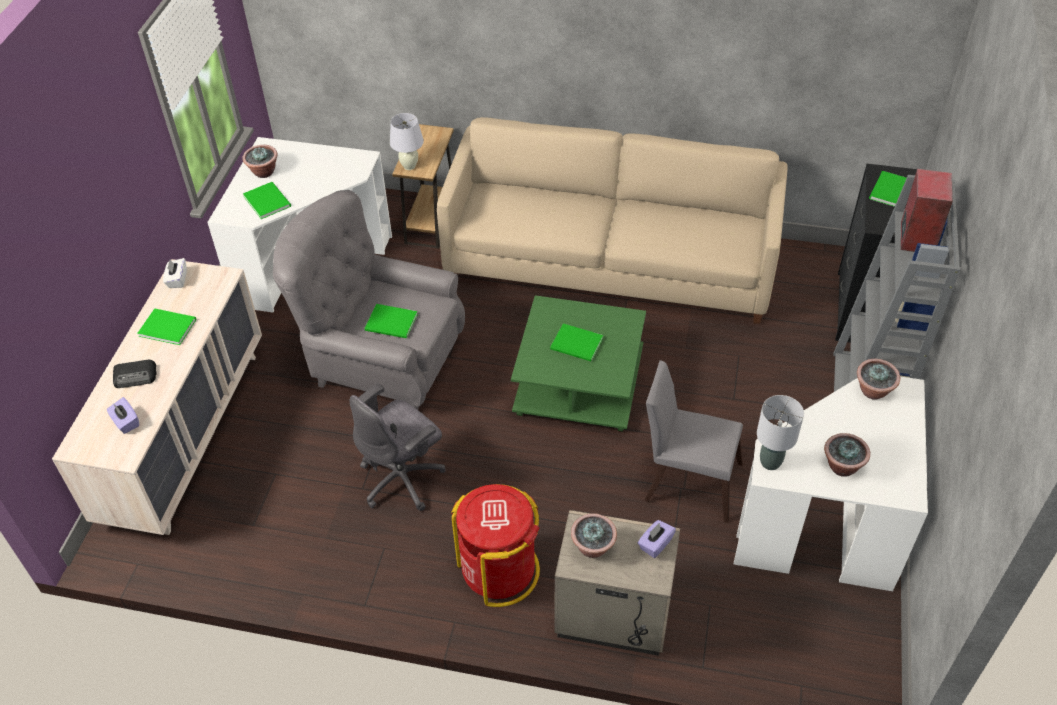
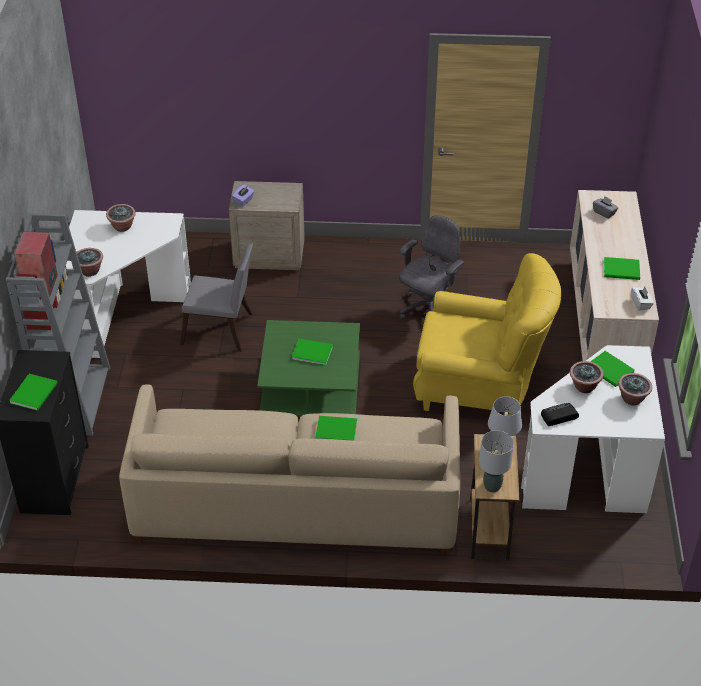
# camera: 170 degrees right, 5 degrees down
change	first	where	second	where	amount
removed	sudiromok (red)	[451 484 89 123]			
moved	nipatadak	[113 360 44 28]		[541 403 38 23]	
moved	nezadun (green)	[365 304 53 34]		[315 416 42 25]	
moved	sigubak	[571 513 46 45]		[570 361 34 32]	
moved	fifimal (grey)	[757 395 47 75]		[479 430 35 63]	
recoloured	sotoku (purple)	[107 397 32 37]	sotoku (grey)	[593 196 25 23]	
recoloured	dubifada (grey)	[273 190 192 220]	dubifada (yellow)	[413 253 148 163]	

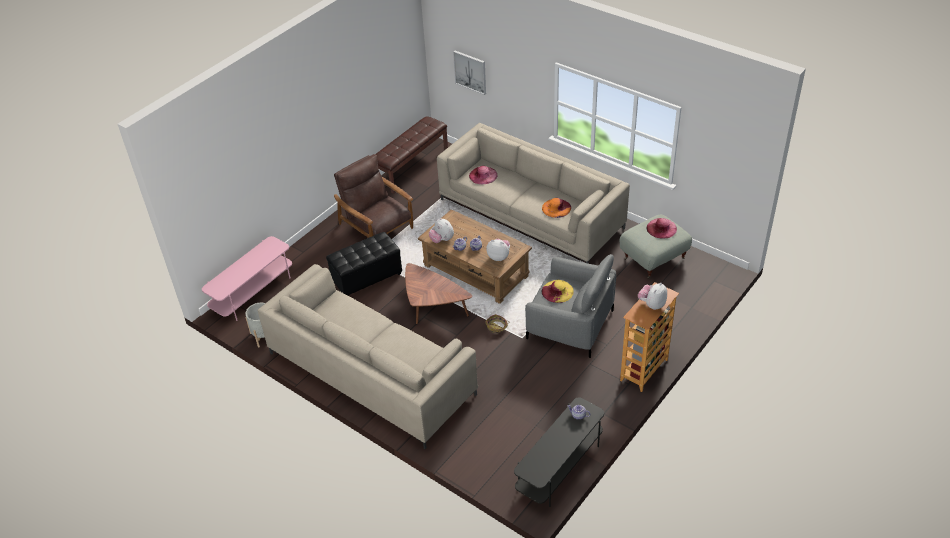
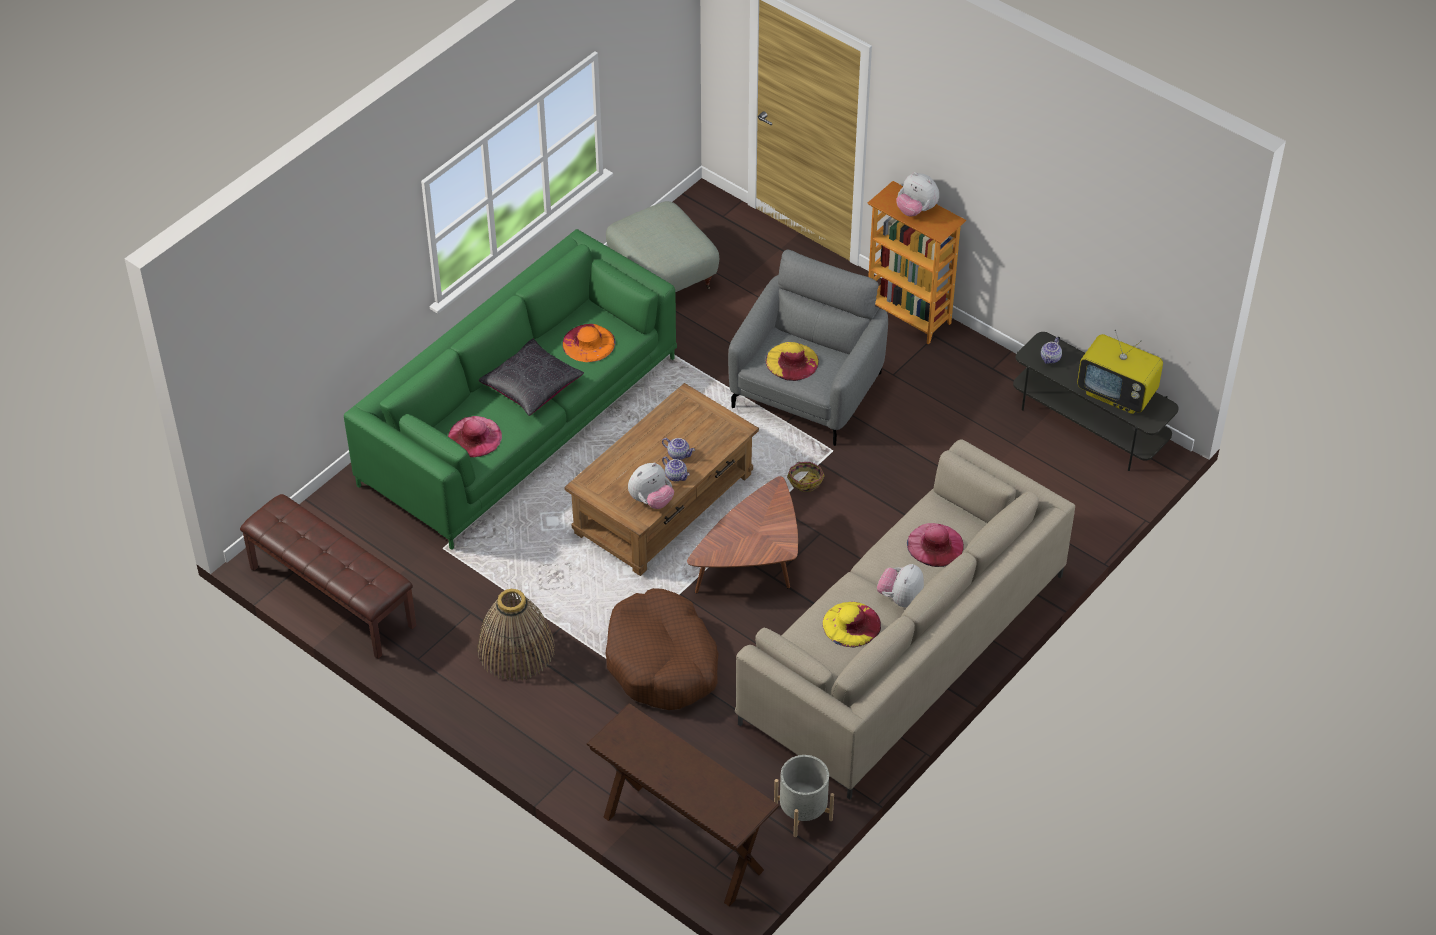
# camera: 90 degrees left, 5 degrees up
change	first	where	second	where	amount
removed	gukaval	[453 51 33 44]			
added			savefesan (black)	[479 339 105 77]	
added			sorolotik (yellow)	[822 602 59 46]	
added			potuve	[1077 329 86 85]	
moved	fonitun	[486 239 24 22]		[877 564 47 44]	
moved	sorolotik (pink)	[646 218 31 21]		[907 523 57 44]	
replaced	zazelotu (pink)	[202 236 90 85]	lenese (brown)	[586 703 193 204]	
replaced	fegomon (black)	[326 232 76 64]	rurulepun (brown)	[606 588 113 122]	
replaced	dubifada (brown)	[334 154 79 84]	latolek	[477 589 78 92]	
recoloured	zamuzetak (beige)	[437 123 193 140]	zamuzetak (green)	[344 229 333 321]	

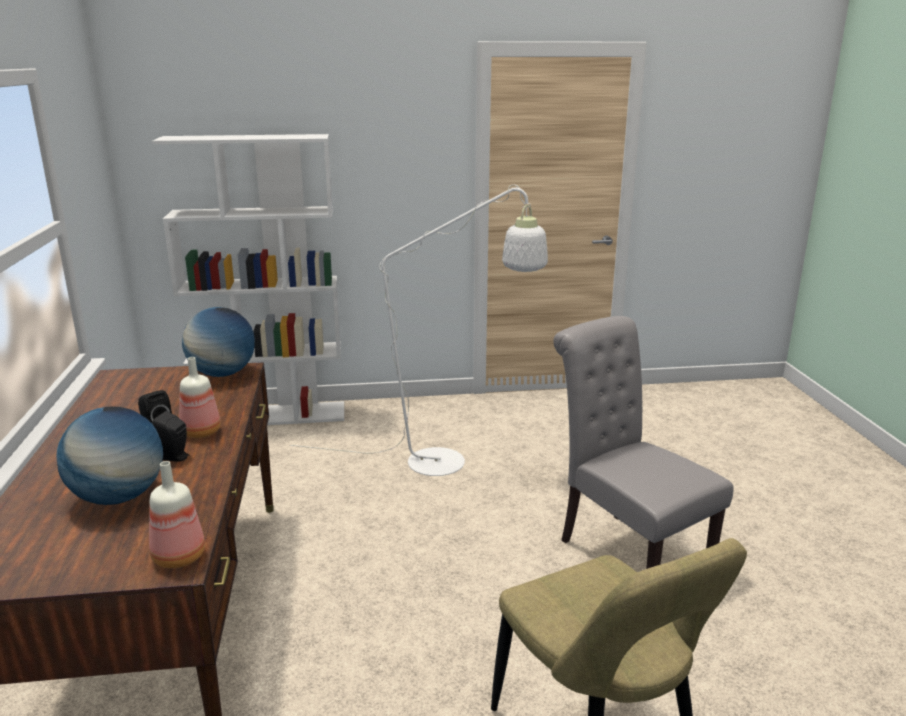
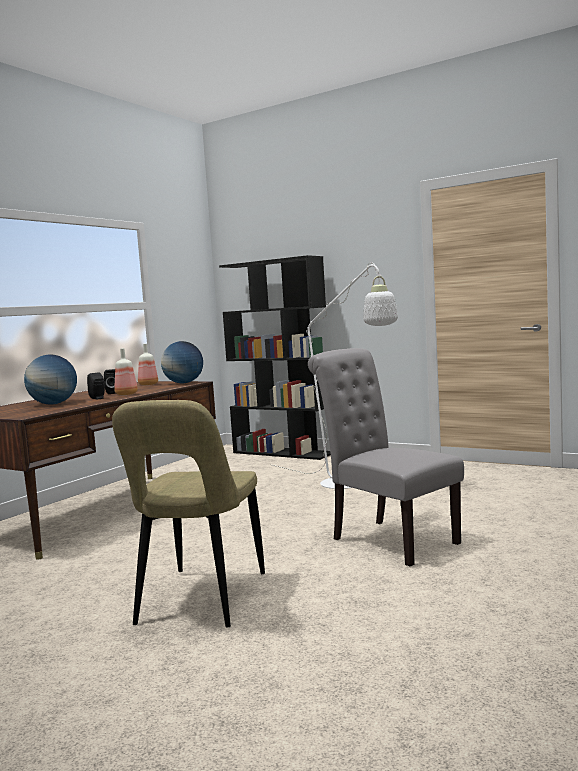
# camera: 40 degrees right, 15 degrees down
change	first	where	second	where	amount
moved	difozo	[149 461 56 107]		[138 344 20 41]	
recoloured	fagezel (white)	[152 134 192 291]	fagezel (black)	[219 255 112 205]	
turned	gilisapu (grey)	[553 316 181 253]		[308 348 156 218]	45 degrees counterclockwise

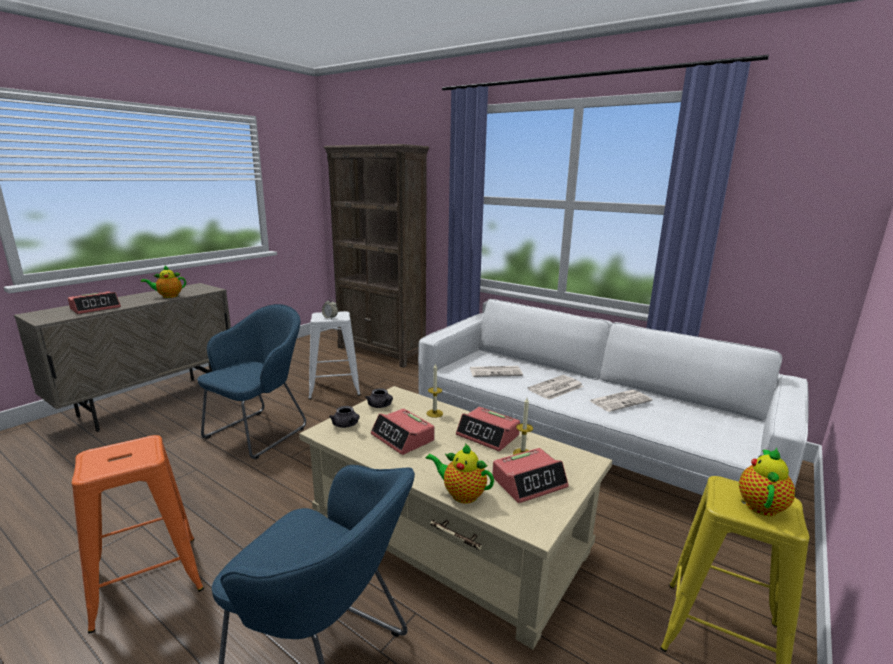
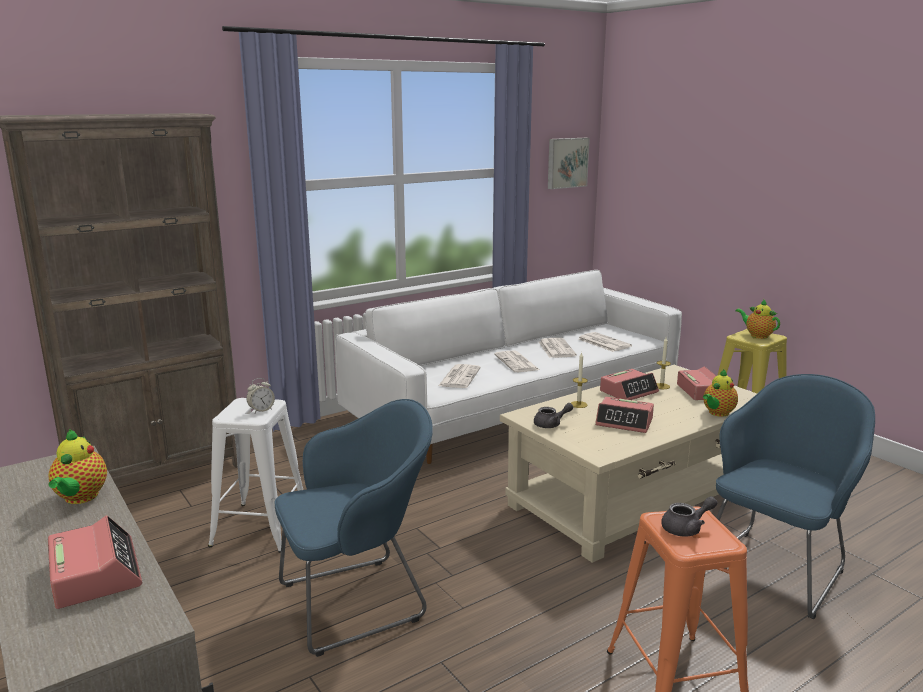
# camera: 70 degrees left, 0 degrees up
change	first	where	second	where	amount
added			gukaval	[548 138 42 51]	
added			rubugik	[578 332 54 20]	
moved	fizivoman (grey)	[329 406 31 22]		[661 496 56 41]	
turned	dubifada (blue)	[197 304 109 155]		[275 399 158 258]	105 degrees clockwise
turned	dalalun	[371 408 64 47]		[595 397 59 36]	45 degrees clockwise

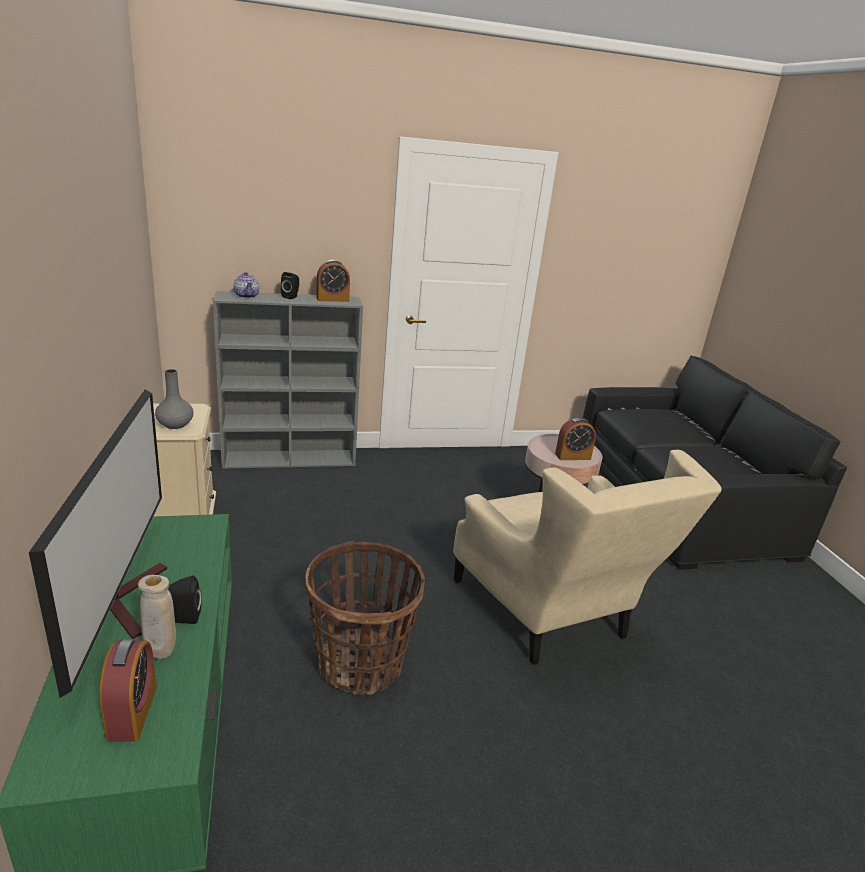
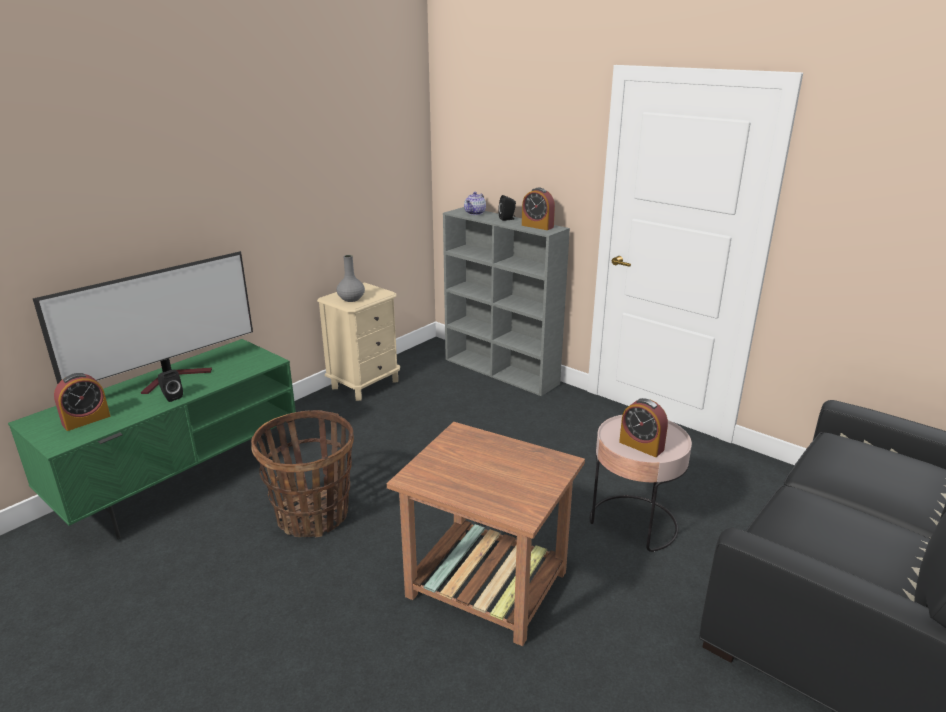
# camera: 55 degrees right, 0 degrees up
change	first	where	second	where	amount
removed	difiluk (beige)	[138 575 38 84]			
replaced	dubifada (beige)	[453 450 269 215]	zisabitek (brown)	[387 422 198 224]	

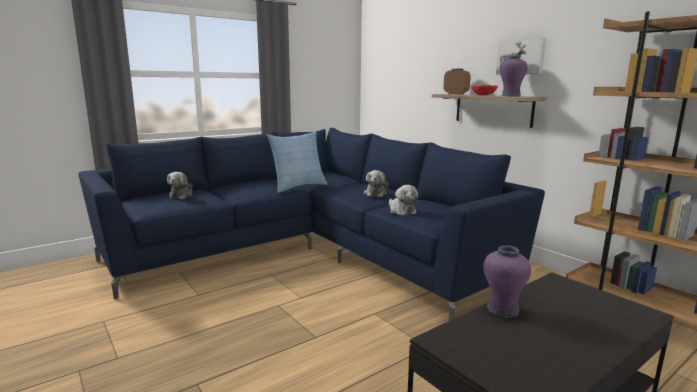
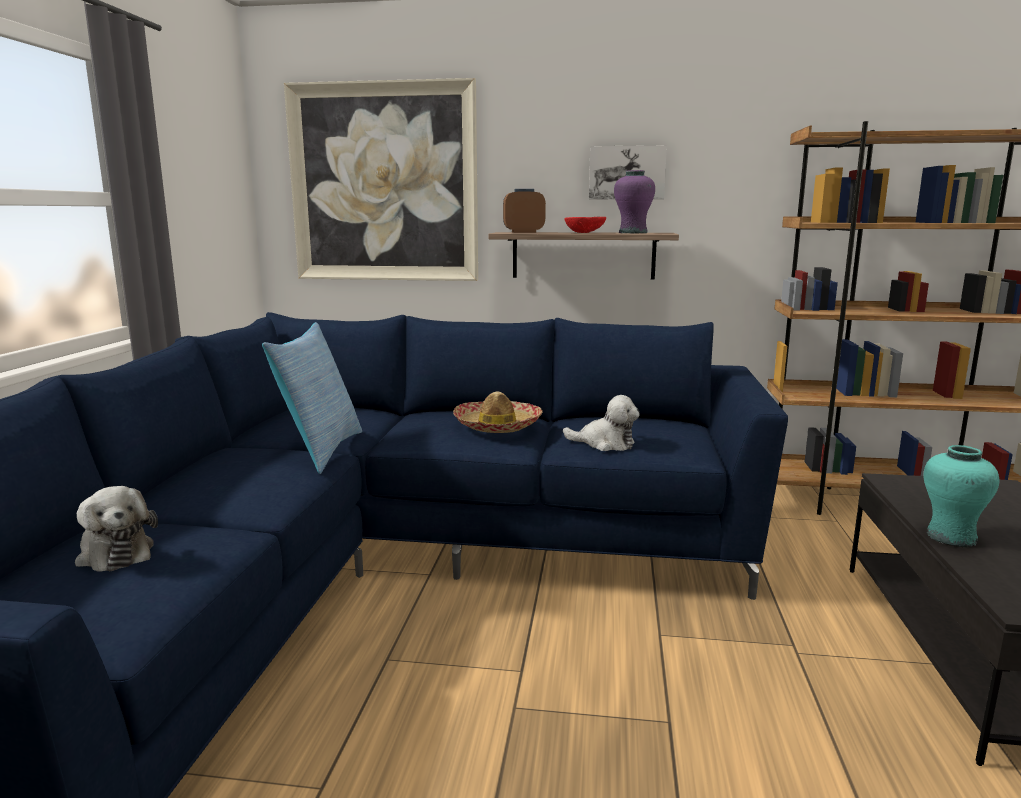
# camera: 45 degrees left, 0 degrees up
change	first	where	second	where	amount
added			gukaval	[284 78 194 203]	
replaced	fonitun	[364 170 25 27]	sorolotik	[453 391 90 42]	
recoloured	difiluk (purple)	[483 245 48 73]	difiluk (turquoise)	[924 445 75 102]	

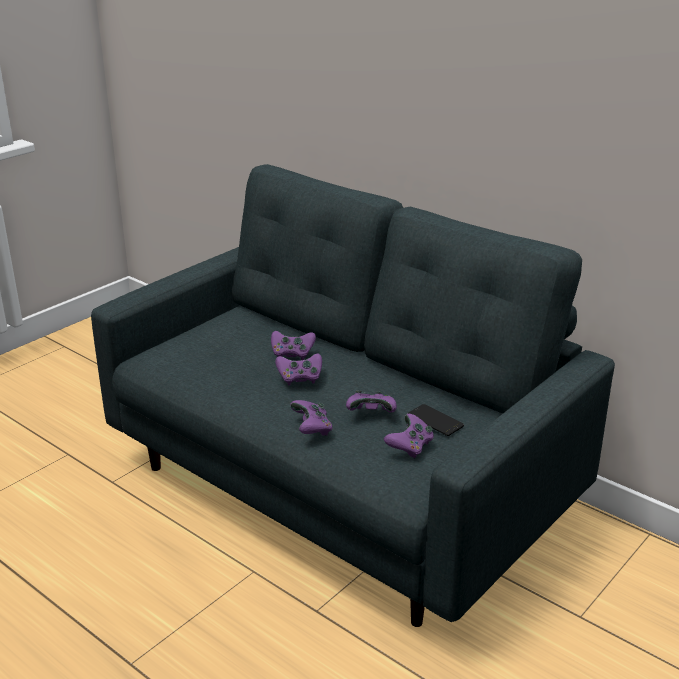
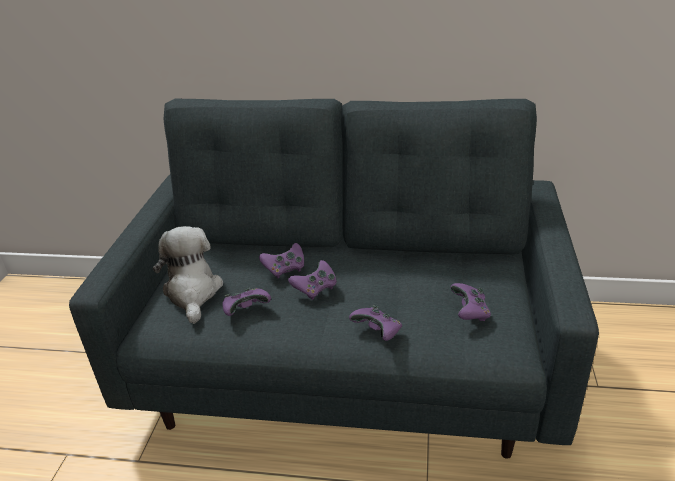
# camera: 30 degrees left, 5 degrees up
change	first	where	second	where	amount
removed	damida	[407 404 57 32]			
added			fonitun	[153 226 70 98]	
moved	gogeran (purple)	[346 391 51 21]		[222 288 49 28]	

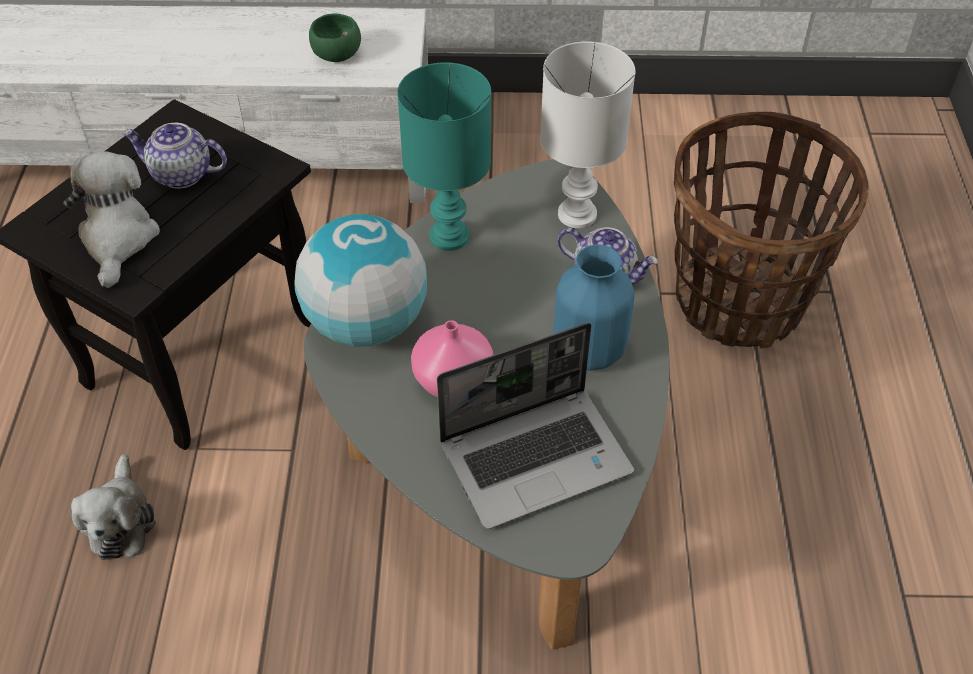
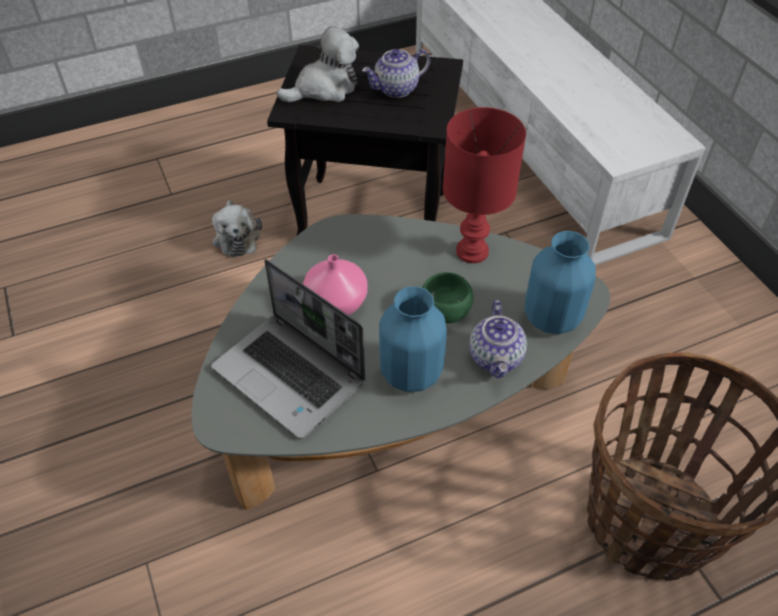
# camera: 65 degrees right, 0 degrees up
change	first	where	second	where	amount
removed	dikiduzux	[294 214 133 133]			
moved	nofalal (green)	[309 13 52 49]		[422 272 51 51]	
replaced	fifimal (white)	[540 41 95 187]	difiluk (blue)	[525 231 71 103]	
recoloured	fifimal (turquoise)	[397 62 94 189]	fifimal (red)	[443 107 83 156]	
turned	fonitun	[71 454 85 106]		[212 200 50 58]	75 degrees counterclockwise
turned	fizivoman	[122 123 105 66]		[362 49 68 49]	105 degrees counterclockwise

